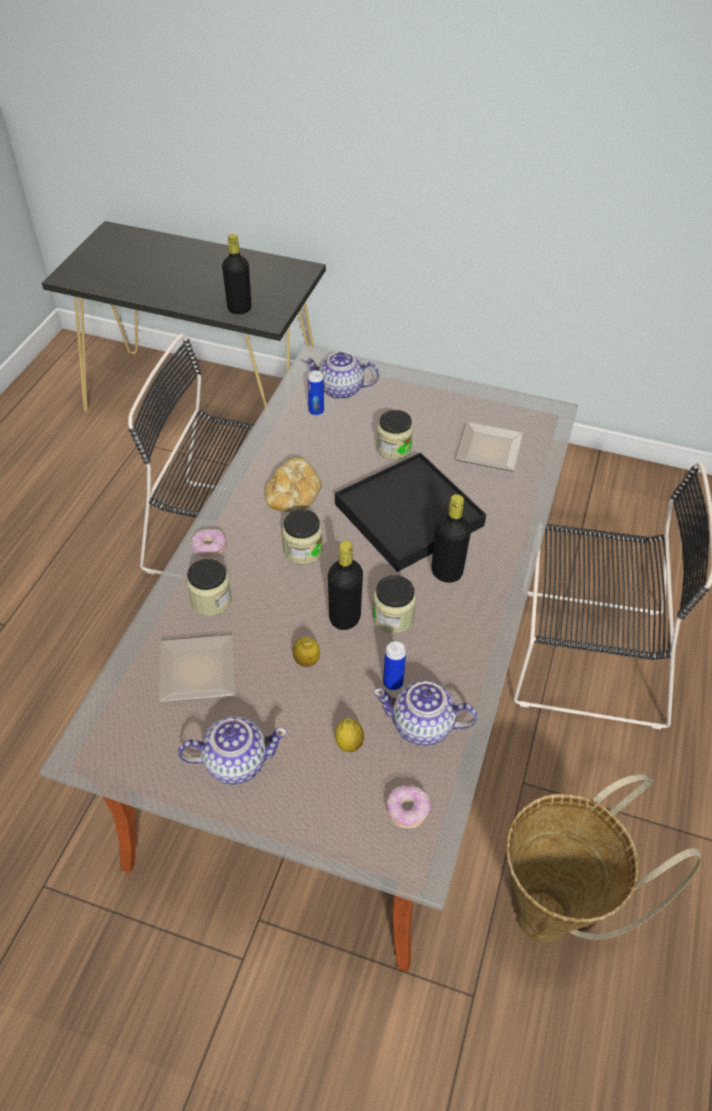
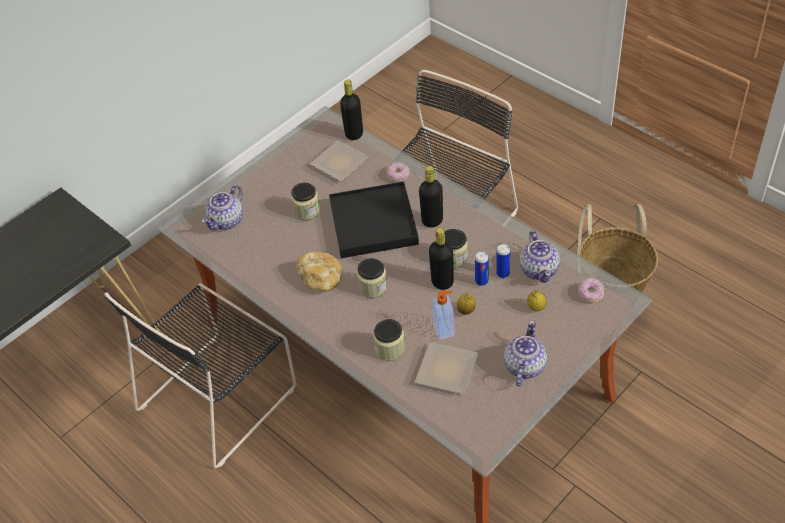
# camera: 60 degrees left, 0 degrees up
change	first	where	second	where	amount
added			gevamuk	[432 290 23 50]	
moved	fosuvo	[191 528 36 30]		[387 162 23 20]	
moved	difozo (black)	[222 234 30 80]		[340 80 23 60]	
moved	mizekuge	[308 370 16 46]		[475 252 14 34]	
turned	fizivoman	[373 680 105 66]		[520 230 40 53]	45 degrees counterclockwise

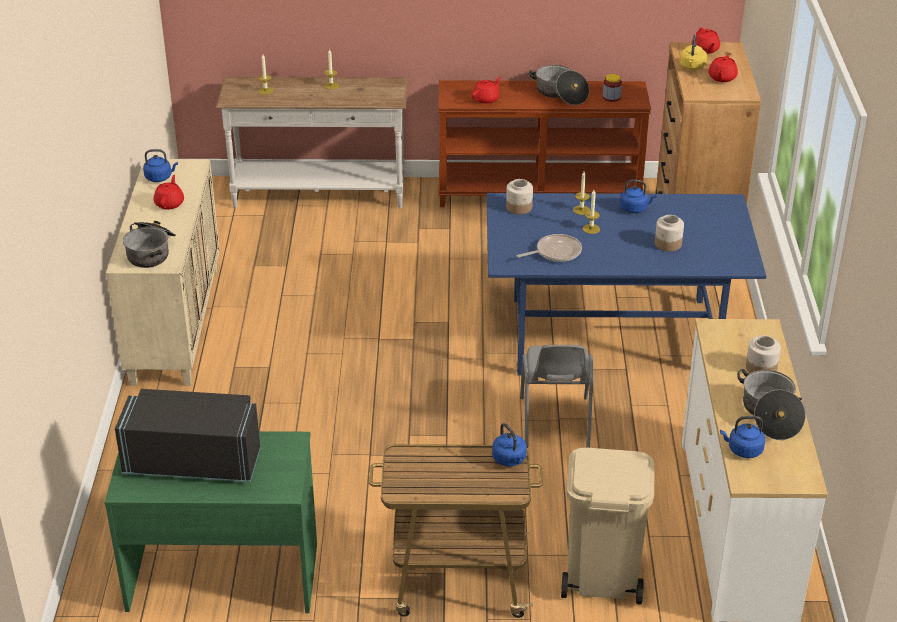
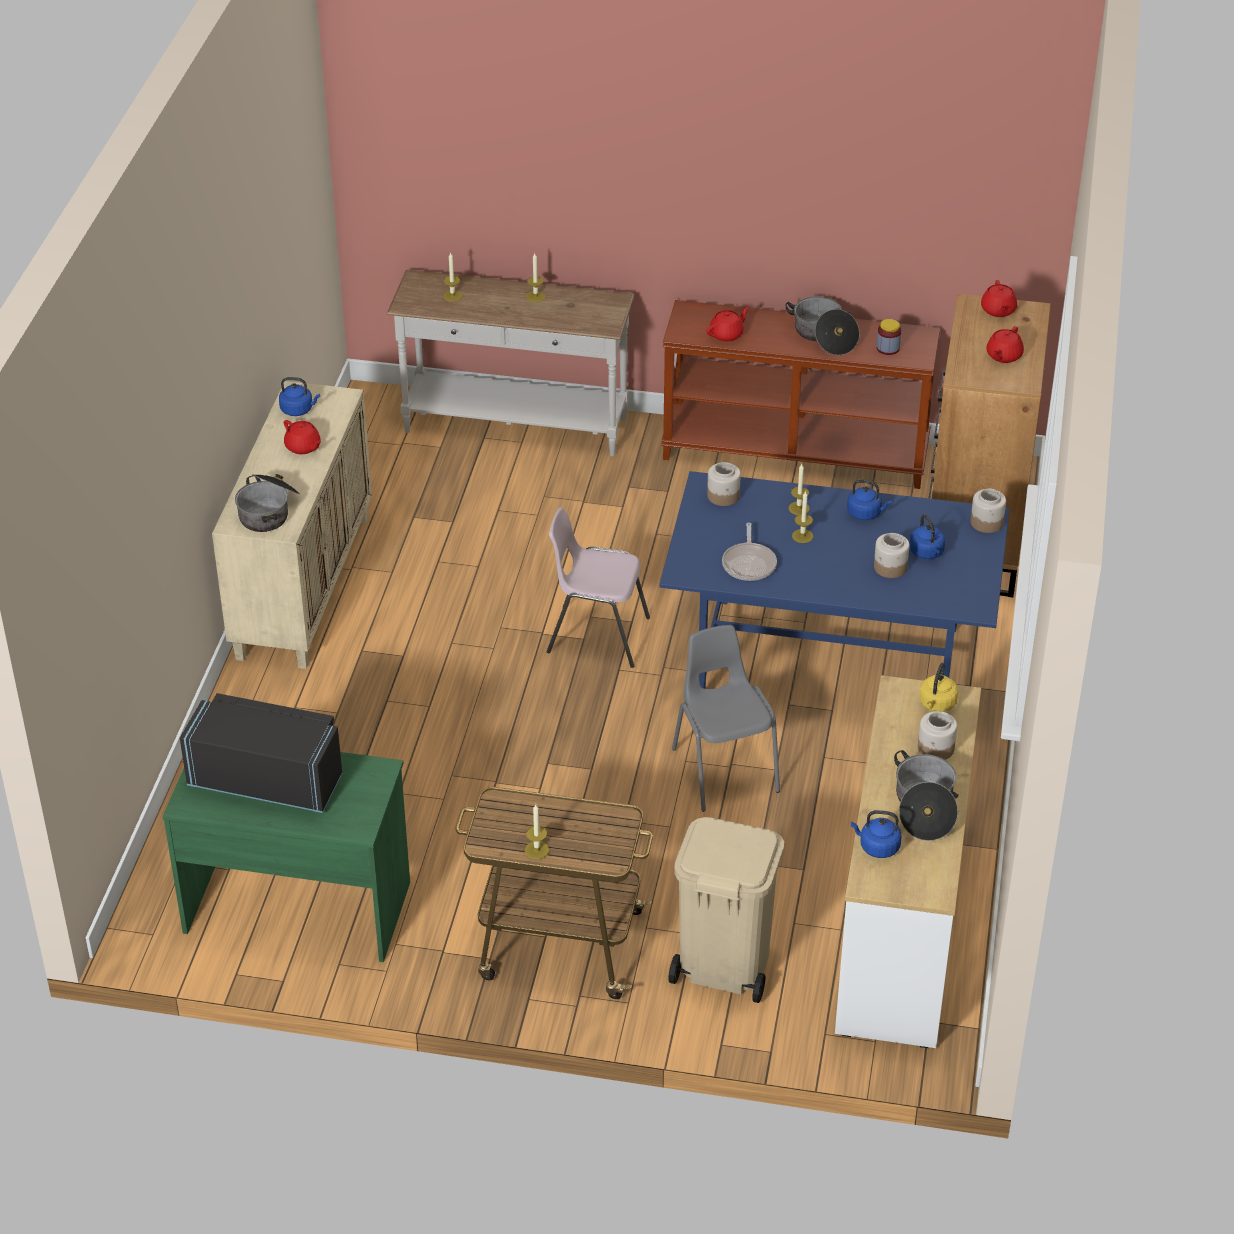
# camera: 10 degrees right, 5 degrees up
change	first	where	second	where	amount
added			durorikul	[525 804 24 55]	
added			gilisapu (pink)	[547 507 103 161]	
added			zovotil	[971 489 35 44]	
moved	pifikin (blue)	[492 423 35 43]		[910 514 35 45]	
moved	pifikin (yellow)	[680 35 27 35]		[919 663 39 49]	
turned	fizivoman (red)	[154 175 30 34]		[284 420 37 34]	120 degrees clockwise
turned	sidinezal	[517 234 65 28]		[722 523 55 58]	105 degrees clockwise
turned	gilisapu (grey)	[520 345 74 103]		[672 625 108 187]	150 degrees clockwise

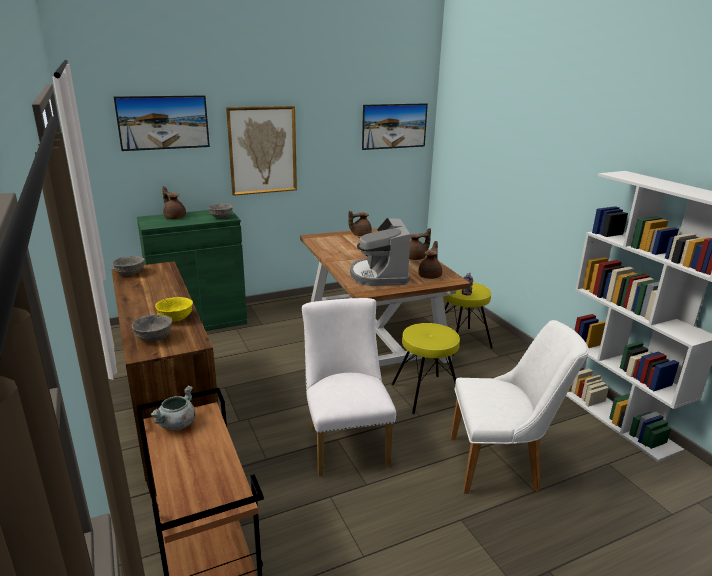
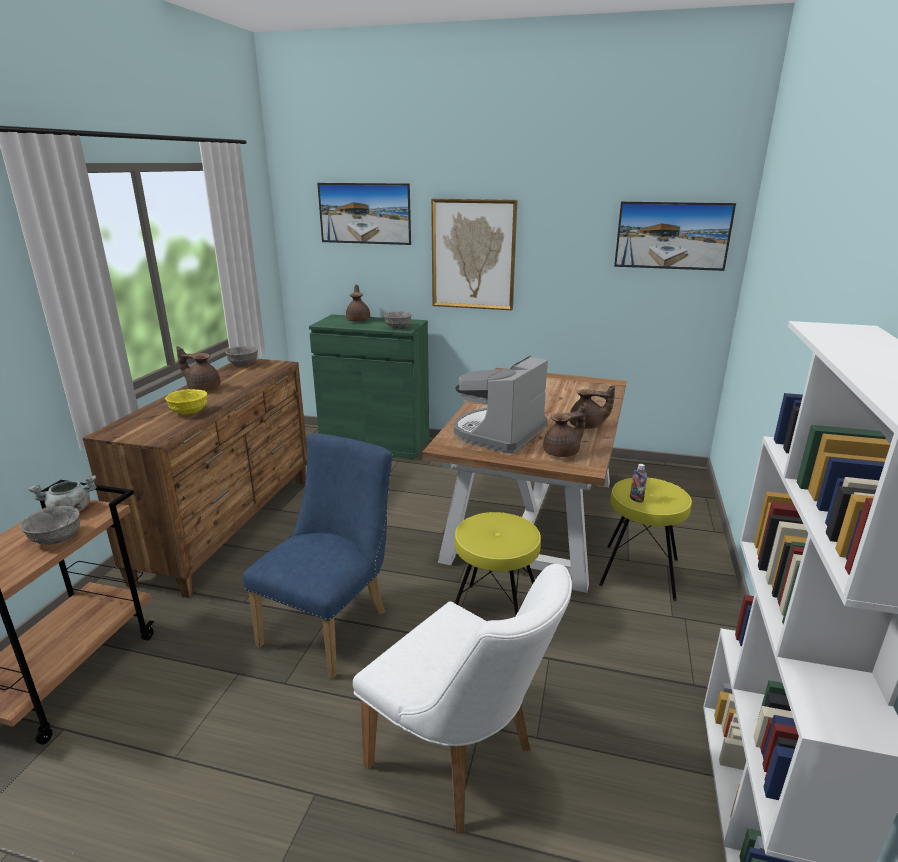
# camera: 40 degrees right, 0 degrees up
change	first	where	second	where	amount
moved	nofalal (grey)	[132 314 40 28]		[20 506 60 39]	
moved	fizivoman (brown)	[348 211 24 25]		[176 346 45 45]	
recoloured	gilisapu (white)	[302 298 94 179]	gilisapu (blue)	[242 433 150 245]	

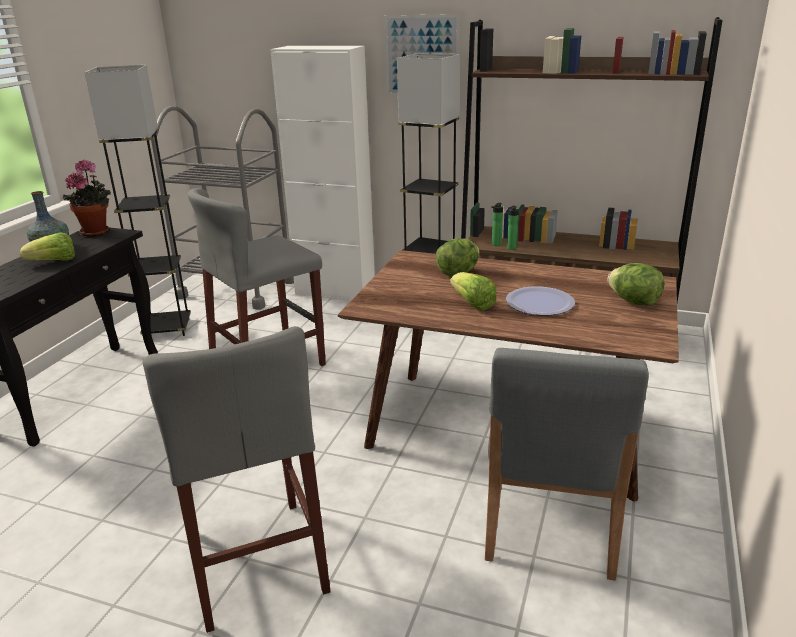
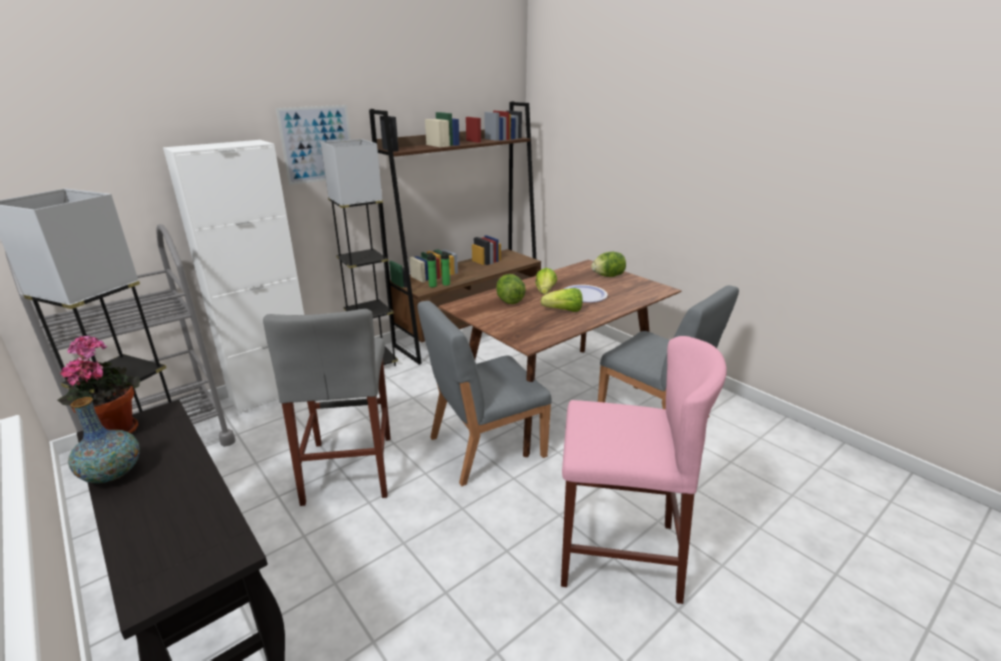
# camera: 60 degrees left, 0 degrees up
change	first	where	second	where	amount
added			gilisapu (grey)	[418 301 134 185]	
moved	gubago	[20 232 55 29]		[535 268 22 26]	
recoloured	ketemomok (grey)	[143 326 187 307]	ketemomok (pink)	[561 336 166 268]	

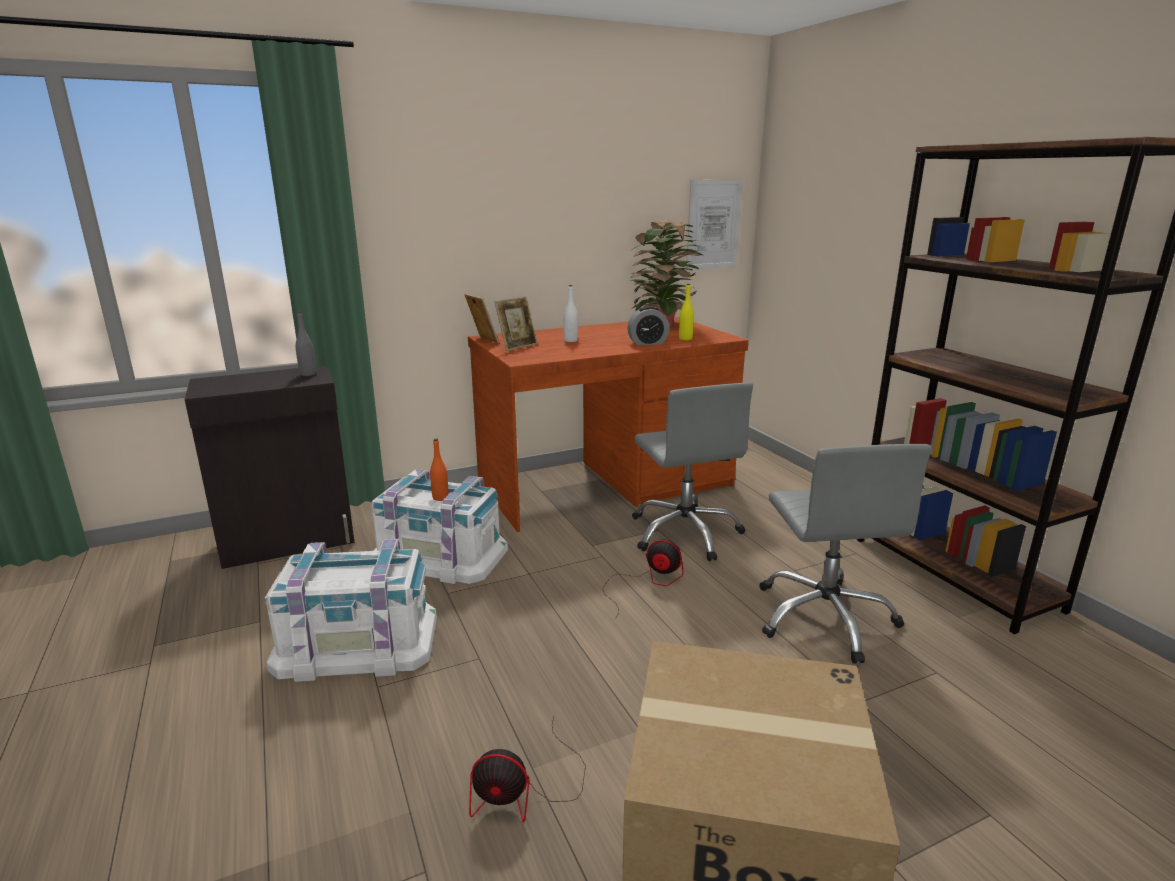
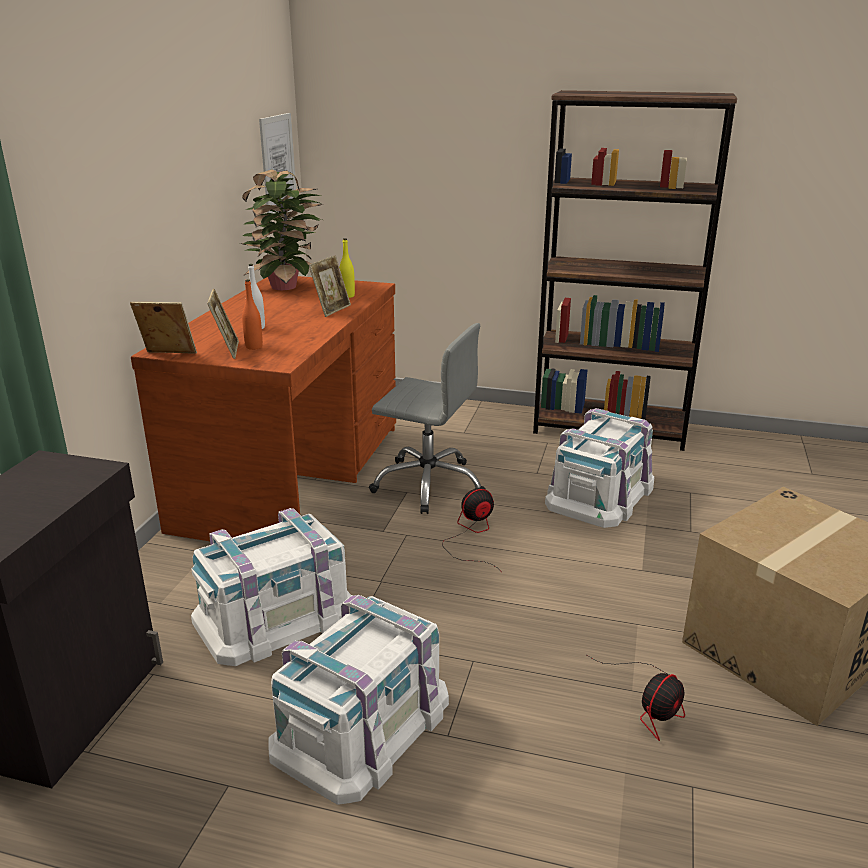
# camera: 50 degrees left, 5 degrees up
change	first	where	second	where	amount
removed	difozo (grey)	[296 312 20 64]			
moved	difozo (orange)	[430 439 19 62]		[242 279 21 71]	
replaced	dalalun	[627 306 42 40]	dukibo	[309 255 42 62]	
replaced	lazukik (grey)	[759 444 173 220]	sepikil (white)	[545 408 109 120]	

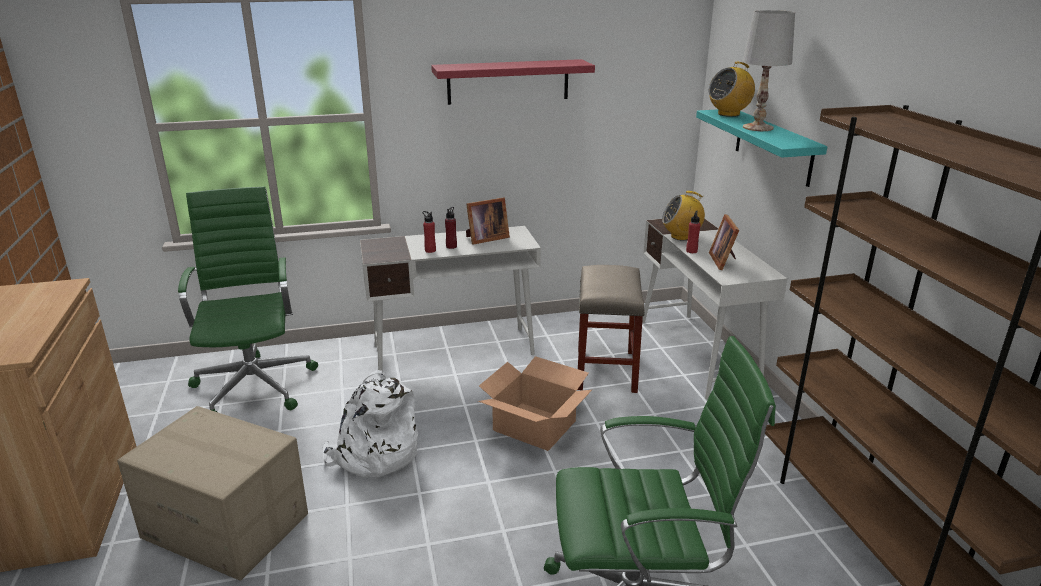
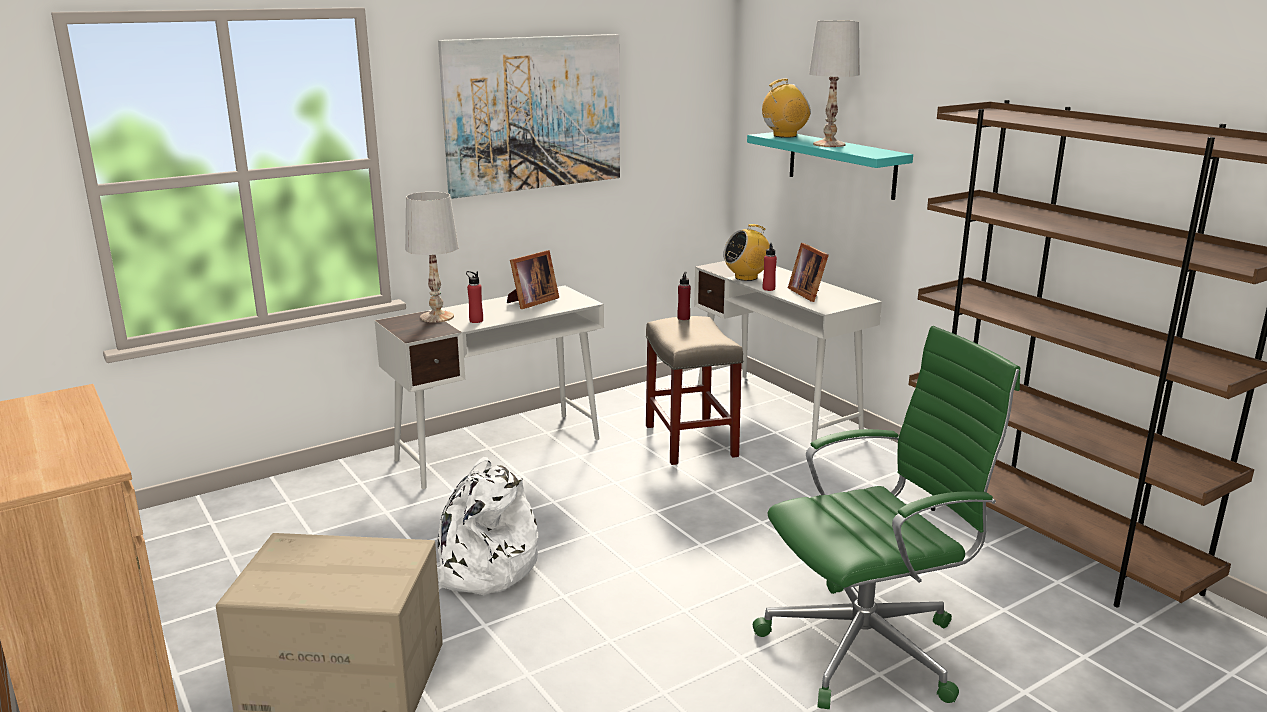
# camera: 20 degrees left, 5 degrees down
change	first	where	second	where	amount
removed	lazukik (green)	[178 186 140 226]			
removed	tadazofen	[478 356 114 95]			
added			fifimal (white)	[405 192 54 131]	
moved	difozo (red)	[445 207 12 42]		[677 271 14 49]	
replaced	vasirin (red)	[431 59 164 46]	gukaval	[438 34 182 165]	
turned	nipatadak	[709 62 46 55]		[762 79 49 59]	150 degrees counterclockwise

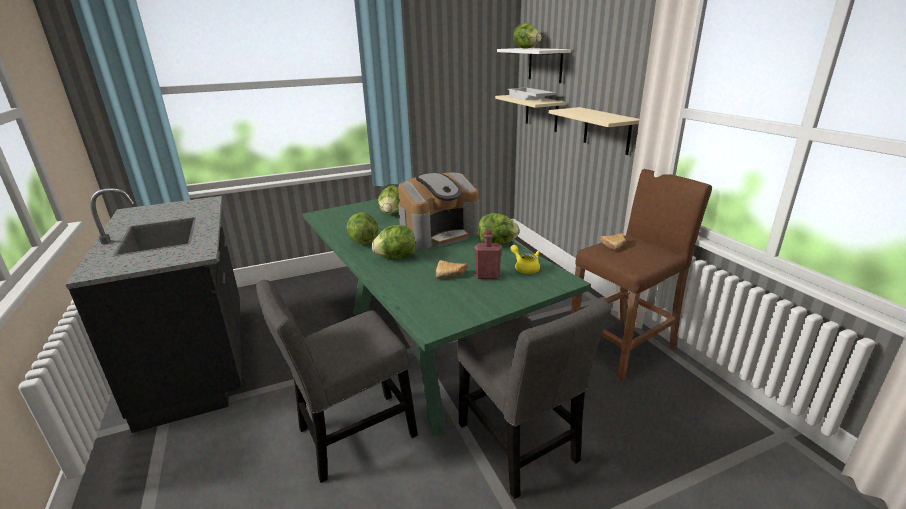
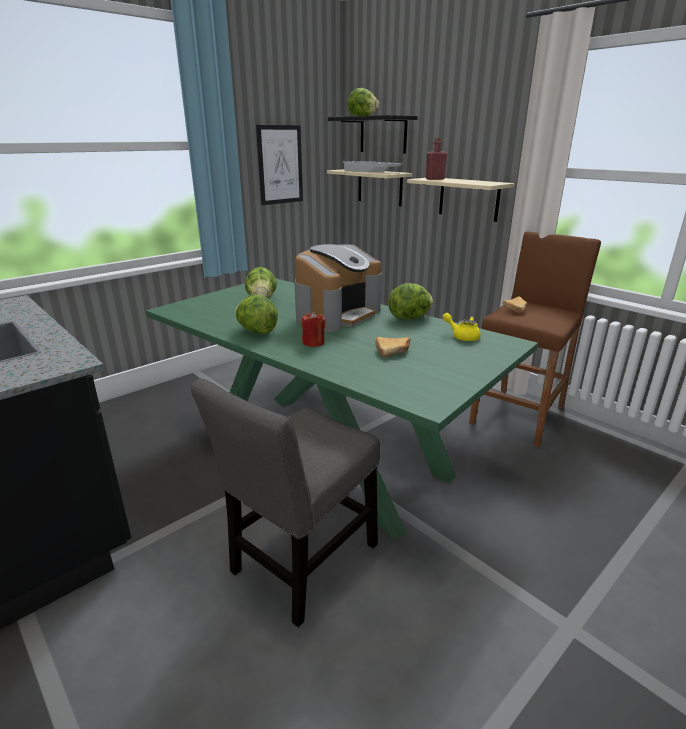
# camera: 20 degrees left, 0 degrees up
change	first	where	second	where	amount
removed	gilisapu (grey)	[457 301 154 198]			
added			gukaval	[256 125 47 80]	
moved	difozo (red)	[475 229 27 50]		[426 138 21 42]	
replaced	gubago	[372 225 44 34]	durorikul (red)	[302 312 24 35]	
recoloured	vasirin (white)	[497 48 74 35]	vasirin (black)	[328 115 90 38]	

